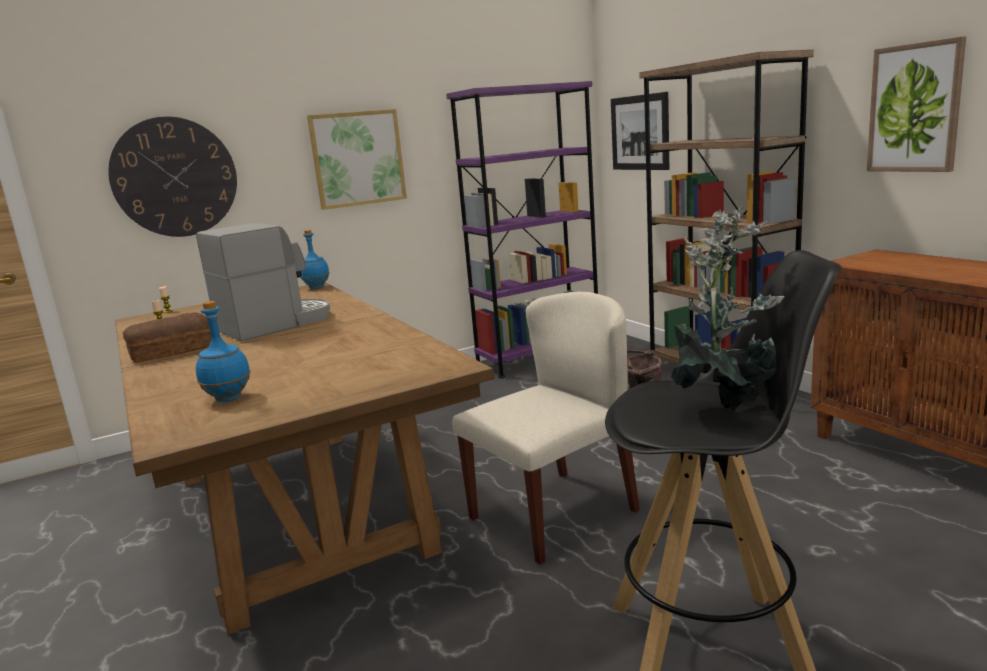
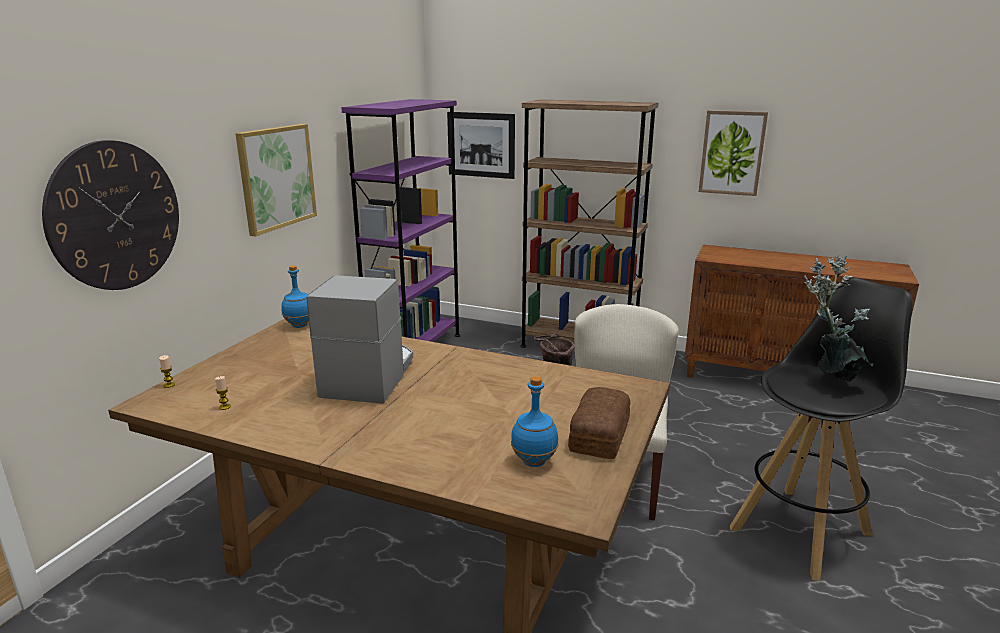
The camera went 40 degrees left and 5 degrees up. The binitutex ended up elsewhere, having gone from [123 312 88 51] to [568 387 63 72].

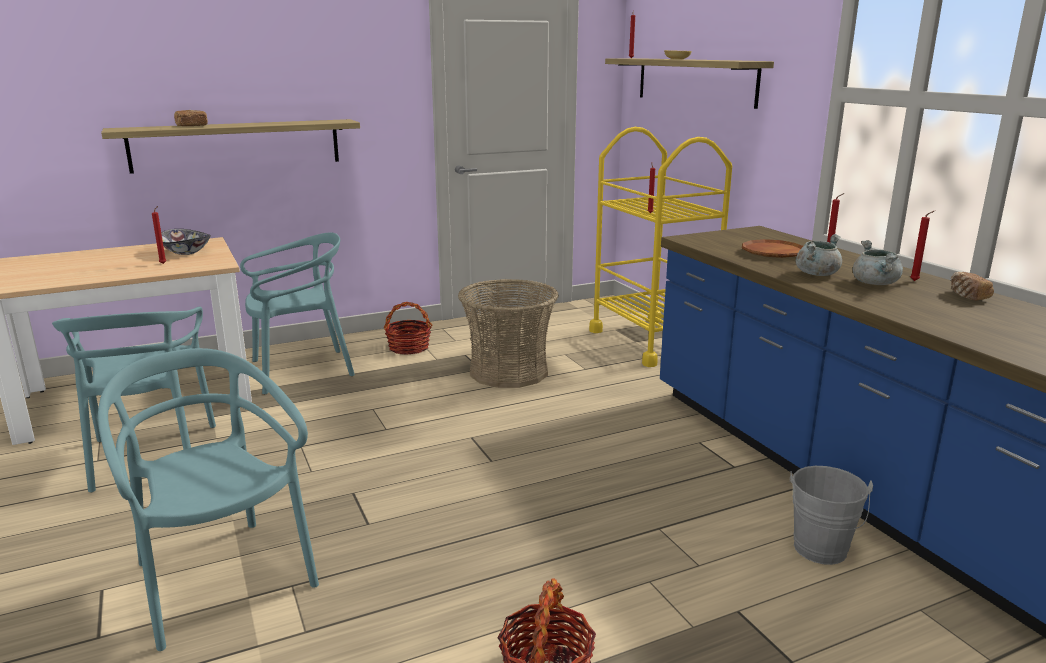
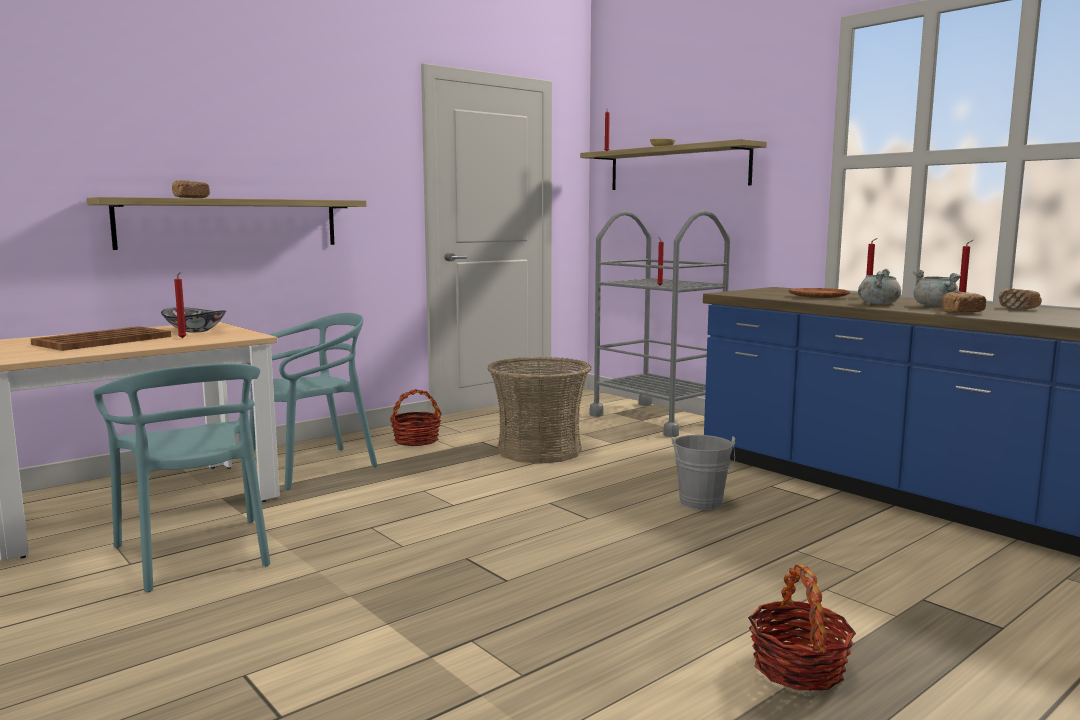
The camera went 15 degrees left and 10 degrees down. What was the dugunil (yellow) at [589 127 143 240] turned into the dugunil (grey) at [589 210 141 227]. The second view lost the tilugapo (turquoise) at [98 348 221 303]. The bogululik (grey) ended up elsewhere, having gone from [790 466 83 99] to [671 435 64 75]. The second view gained the binitutex at [941 291 45 22]. The second view gained the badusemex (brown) at [31 326 140 25].

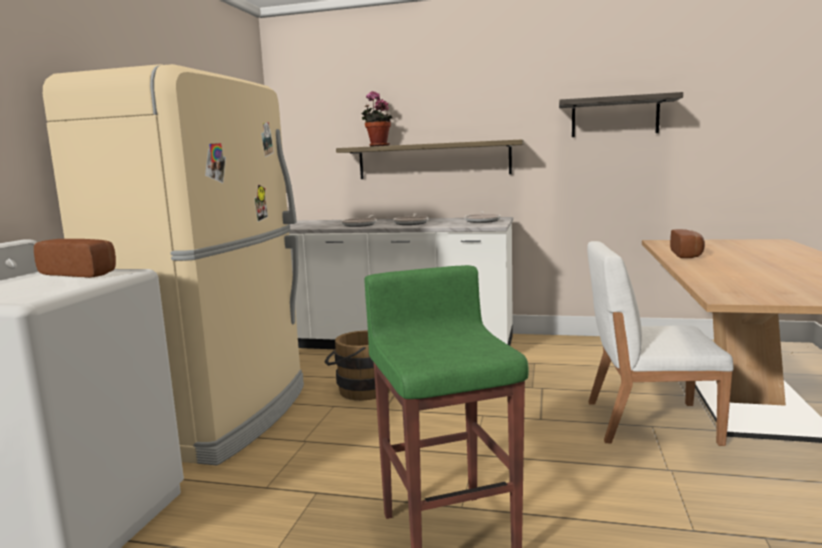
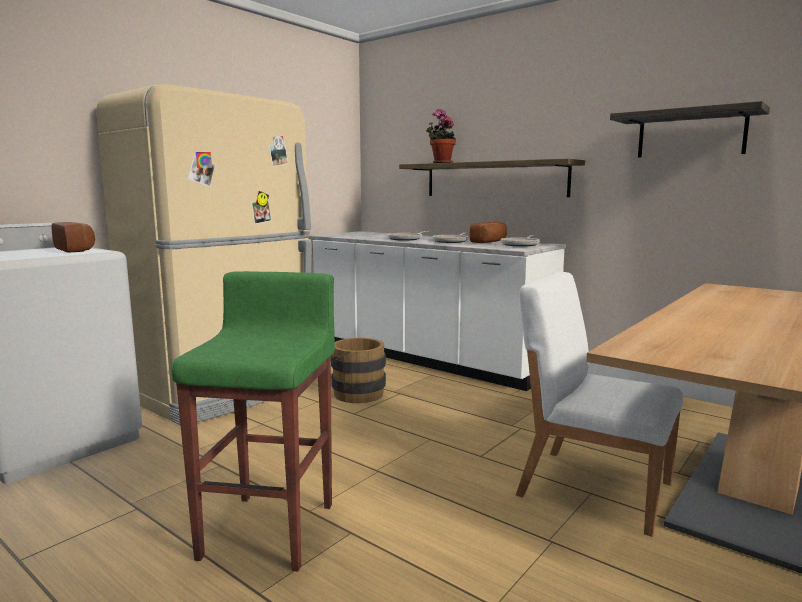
The camera went 25 degrees right and 0 degrees up. The binitutex ended up elsewhere, having gone from [670 229 35 29] to [470 222 37 21].

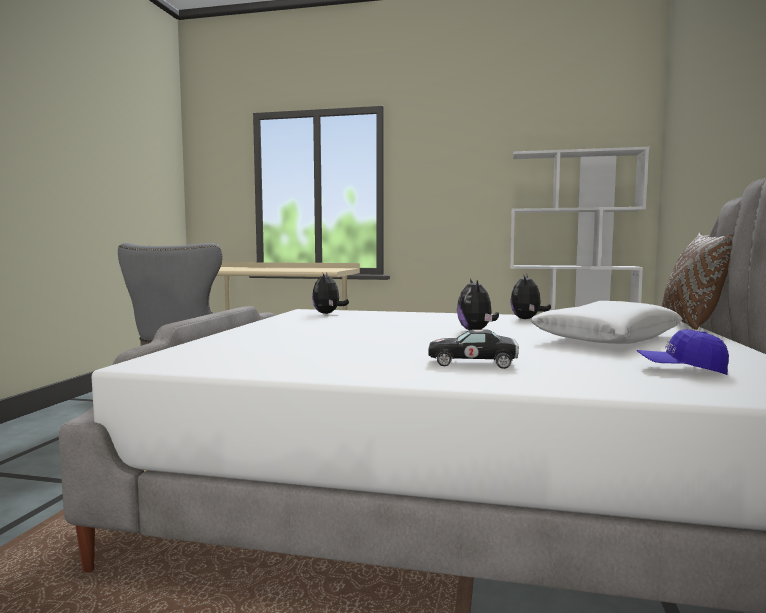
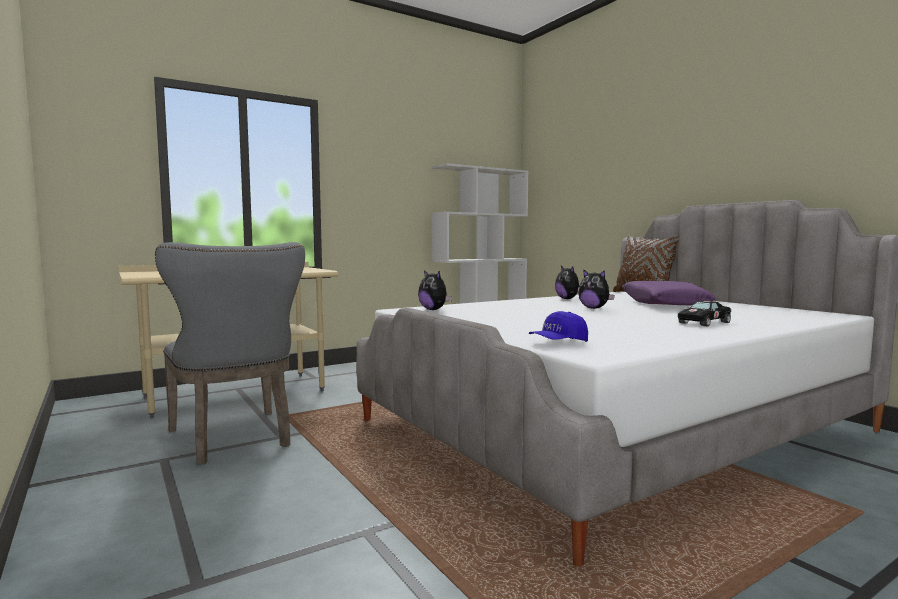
The camera went 45 degrees left and 0 degrees up. What was the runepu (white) at [530 301 153 43] turned into the runepu (purple) at [622 281 94 24]. The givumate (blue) ended up elsewhere, having gone from [637 329 92 46] to [529 311 59 31].

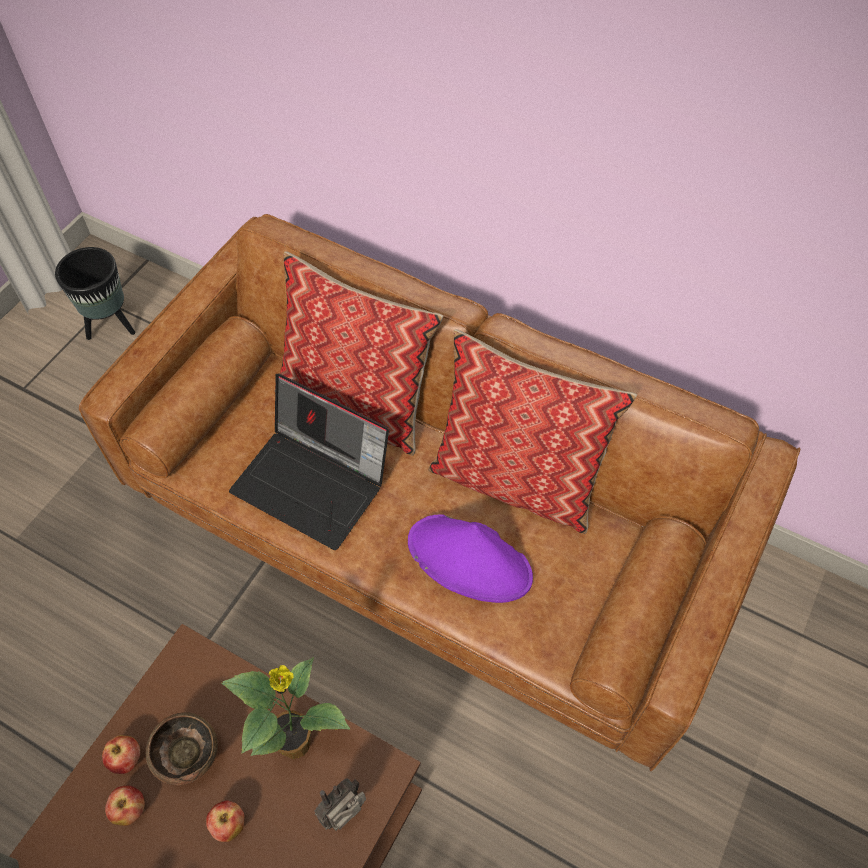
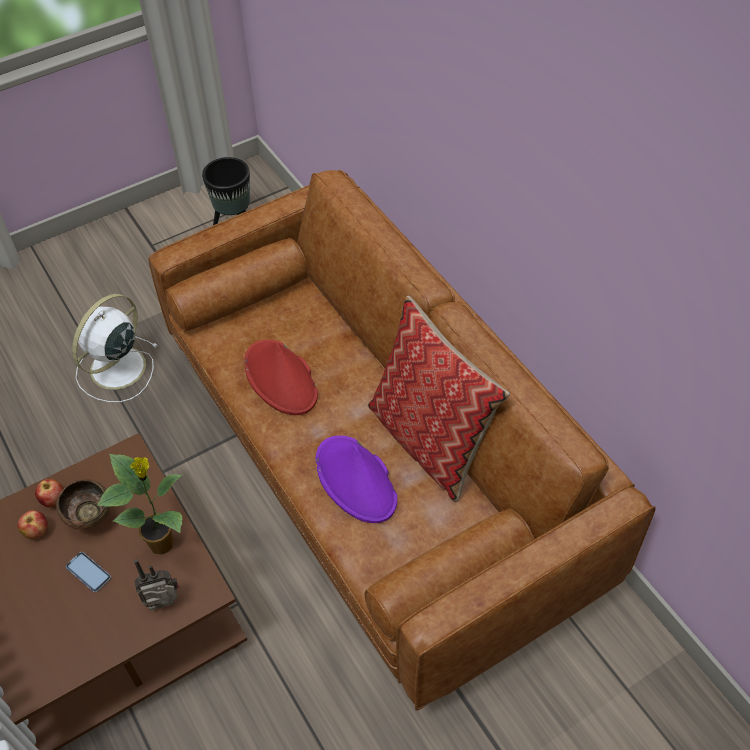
The camera went 30 degrees right and 5 degrees down. The second view lost the runepu at [280 251 164 205]. Where the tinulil stood at [229 373 160 177], the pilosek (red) came to stand at [244 340 74 75]. Where the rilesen stood at [206 801 39 41], the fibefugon came to stand at [66 552 45 40]. The second view gained the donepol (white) at [72 294 86 108].

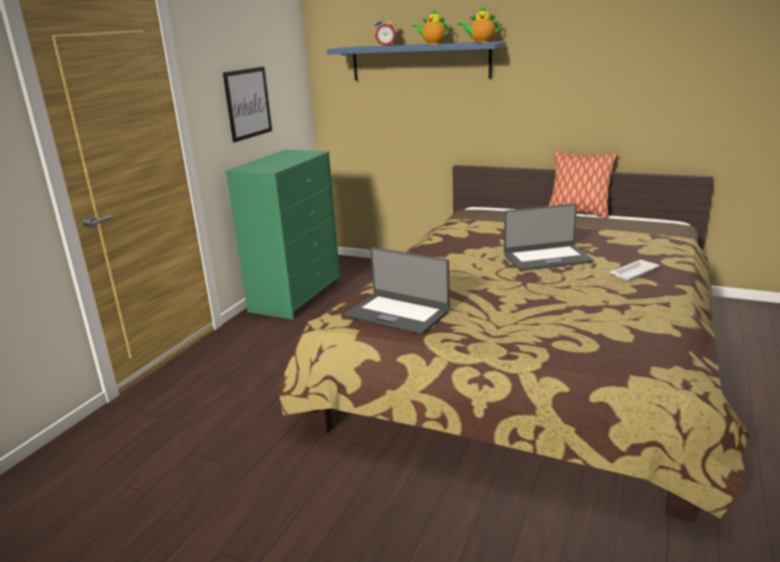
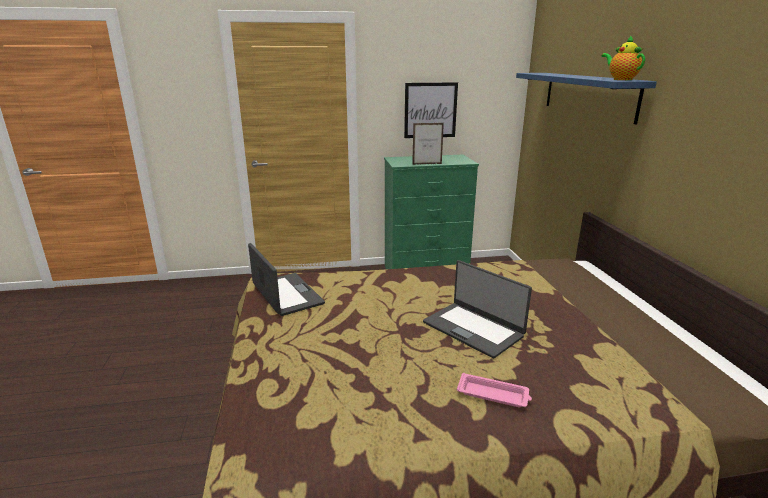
The camera went 55 degrees right and 0 degrees up. The second view lost the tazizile at [412 9 37 36]. The second view lost the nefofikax at [375 16 21 30]. The second view lost the runepu at [549 151 68 67]. The tinulil at [345 247 105 87] ended up facing another way, 150 degrees clockwise from before. What was the badusemex (white) at [610 260 49 21] turned into the badusemex (pink) at [457 373 75 34]. The second view gained the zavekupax at [412 123 32 42].

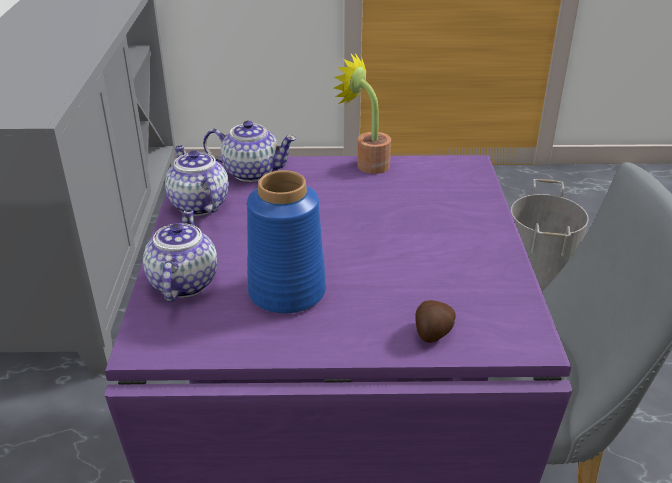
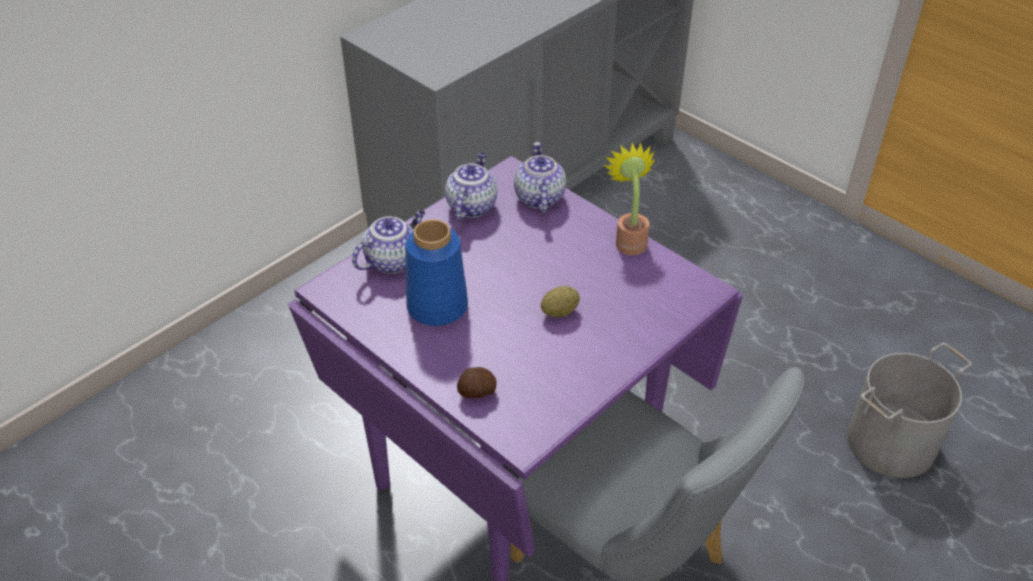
The camera went 45 degrees right and 10 degrees up. The tazizile at [203 121 94 61] ended up facing another way, 150 degrees counterclockwise from before. The second view gained the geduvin at [541 286 39 31].

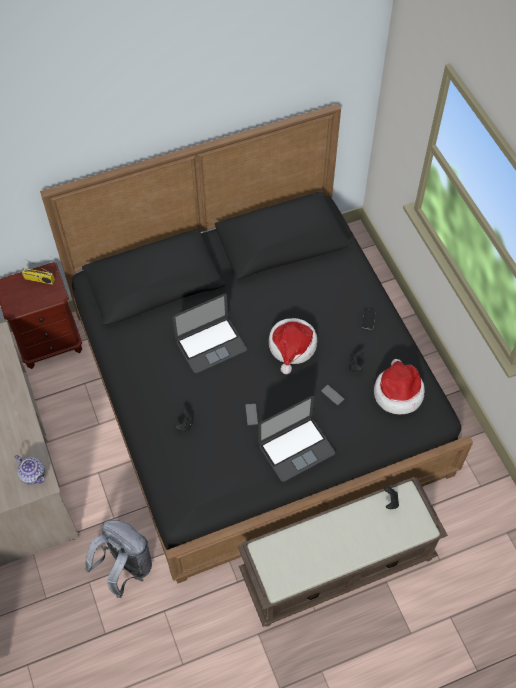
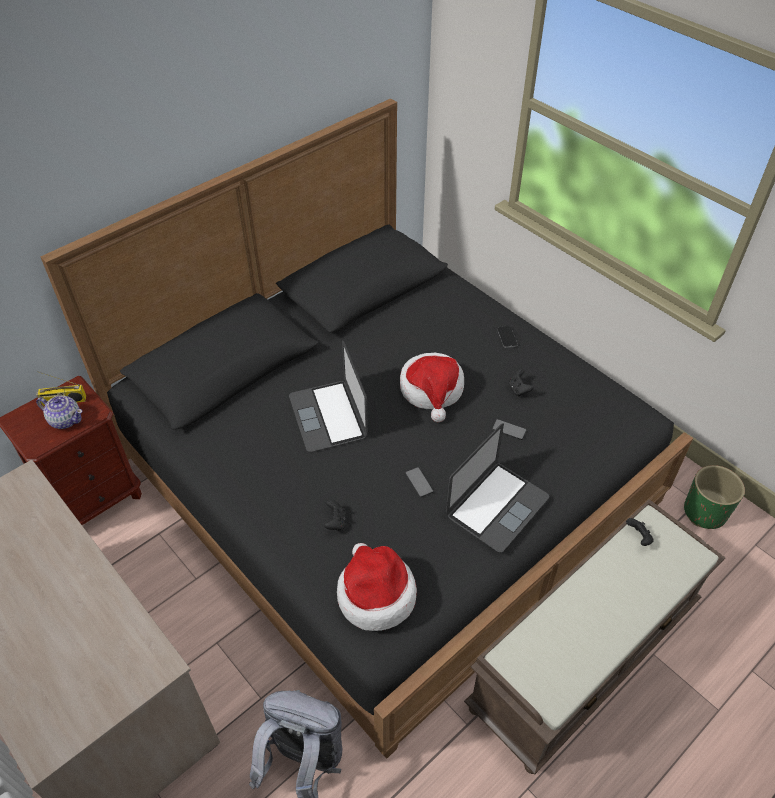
The camera went 20 degrees left and 10 degrees down. The tinulil at [172 294 75 79] ended up facing another way, 120 degrees clockwise from before. The pilosek ended up elsewhere, having gone from [374 359 51 56] to [337 543 80 88]. The tazizile ended up elsewhere, having gone from [14 455 31 30] to [36 396 46 33]. The second view gained the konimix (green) at [684 465 61 64].

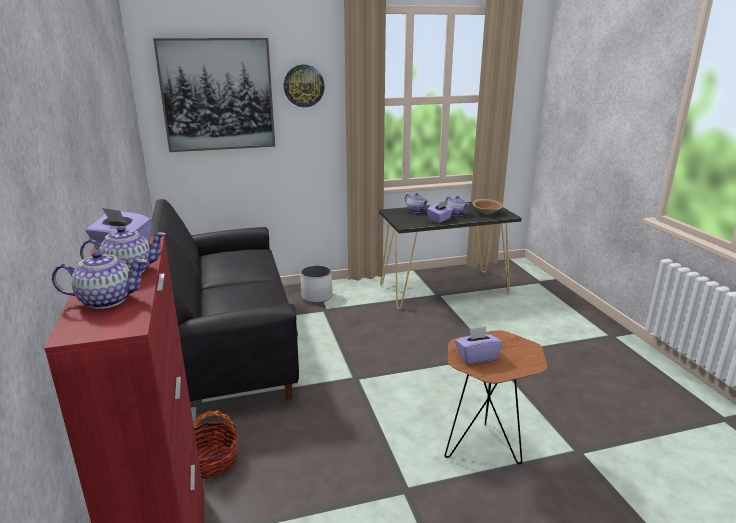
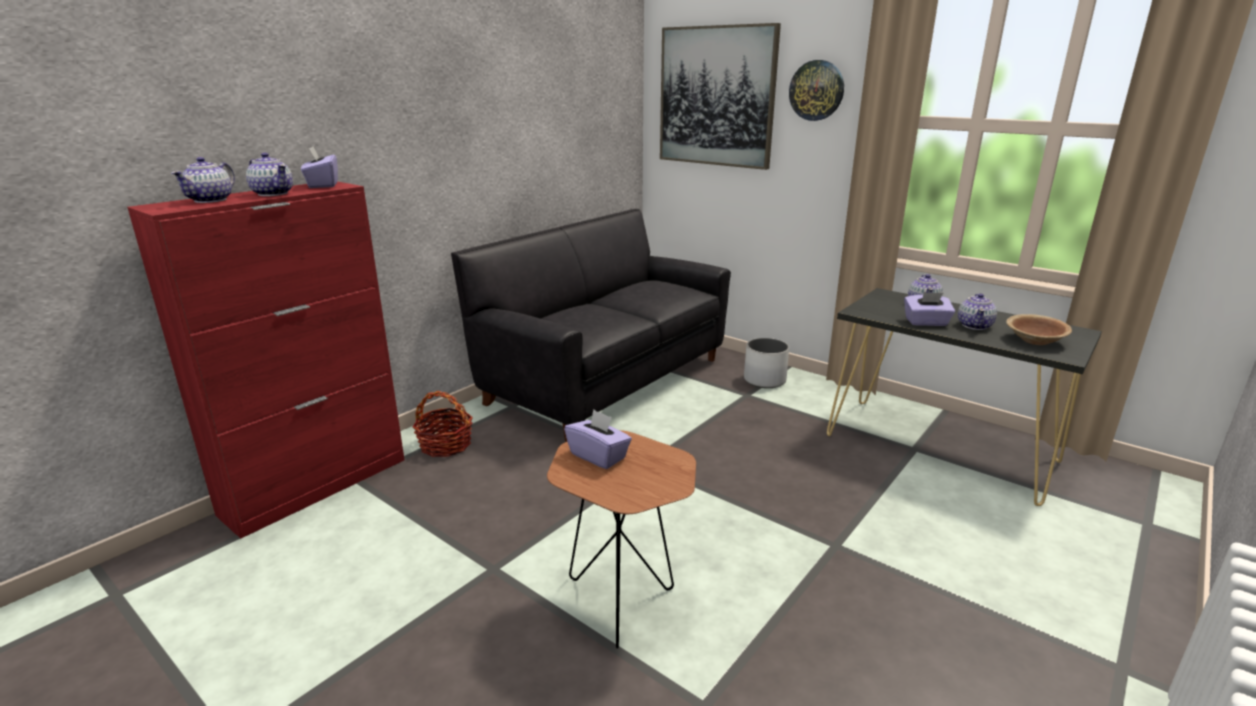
The camera went 55 degrees right and 0 degrees up. The tazizile at [52 251 96 58] ended up facing another way, 60 degrees clockwise from before.

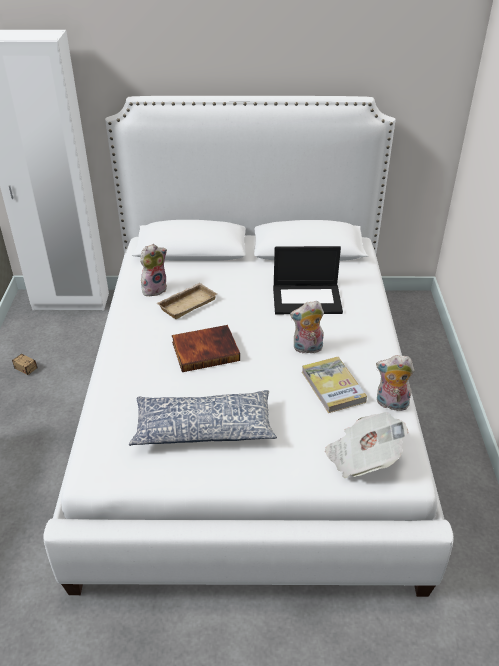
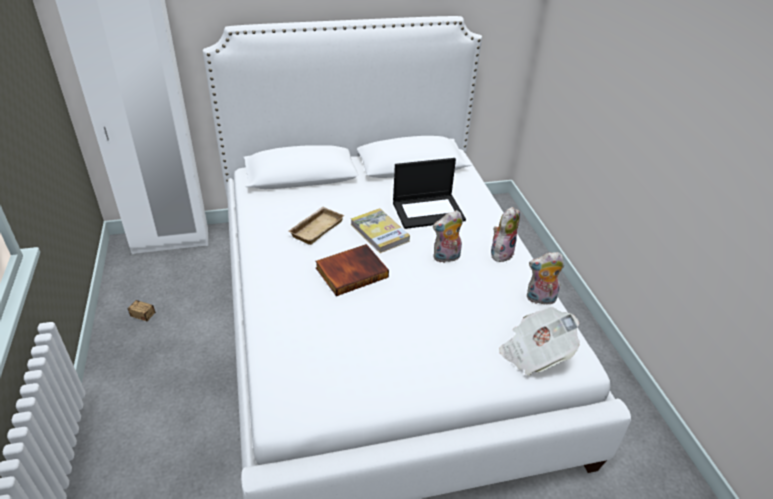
The camera went 15 degrees left and 0 degrees up. The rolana ended up elsewhere, having gone from [140 244 27 52] to [491 207 29 55]. The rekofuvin ended up elsewhere, having gone from [302 357 65 56] to [351 208 59 45]. The second view lost the runepu at [129 390 148 56].

